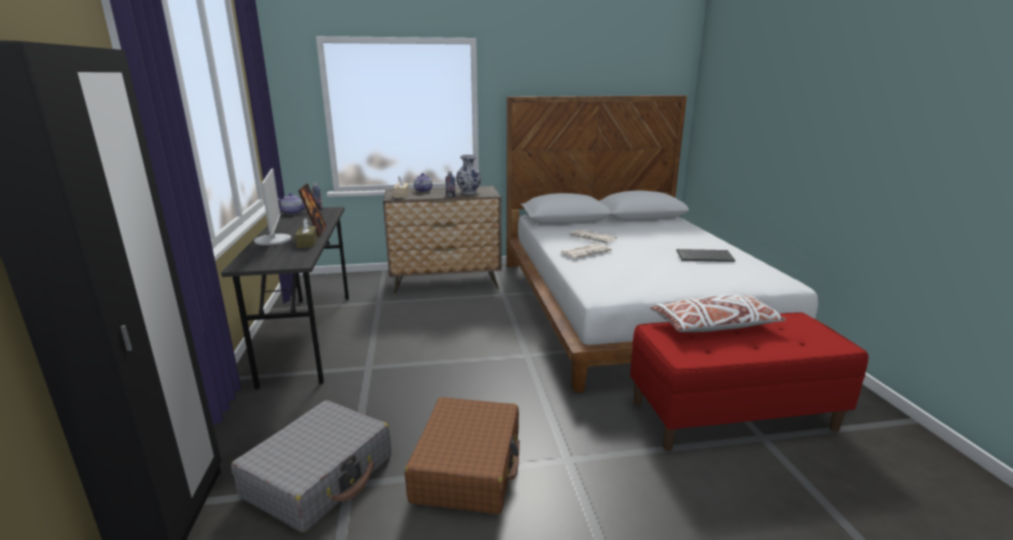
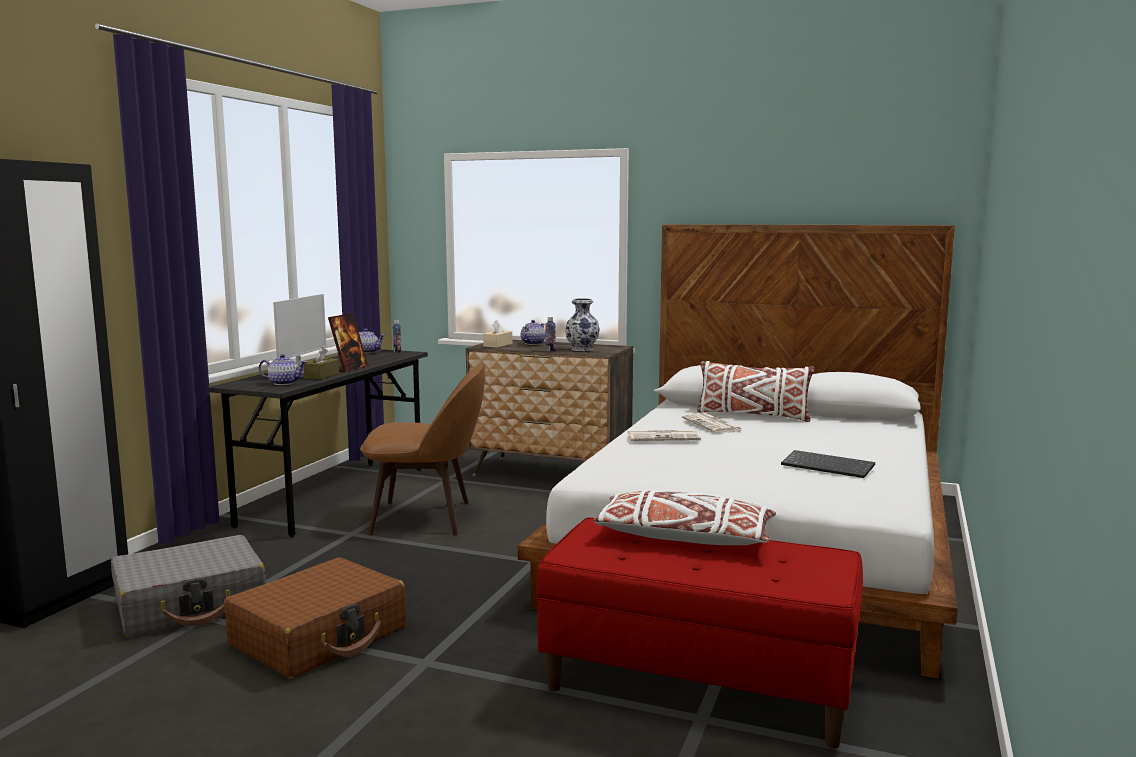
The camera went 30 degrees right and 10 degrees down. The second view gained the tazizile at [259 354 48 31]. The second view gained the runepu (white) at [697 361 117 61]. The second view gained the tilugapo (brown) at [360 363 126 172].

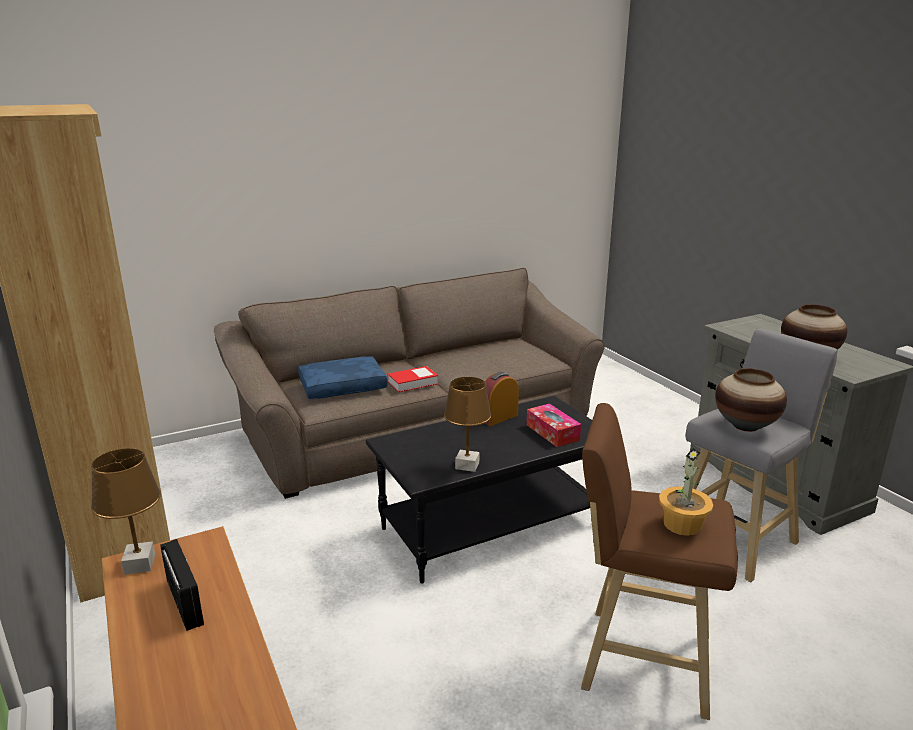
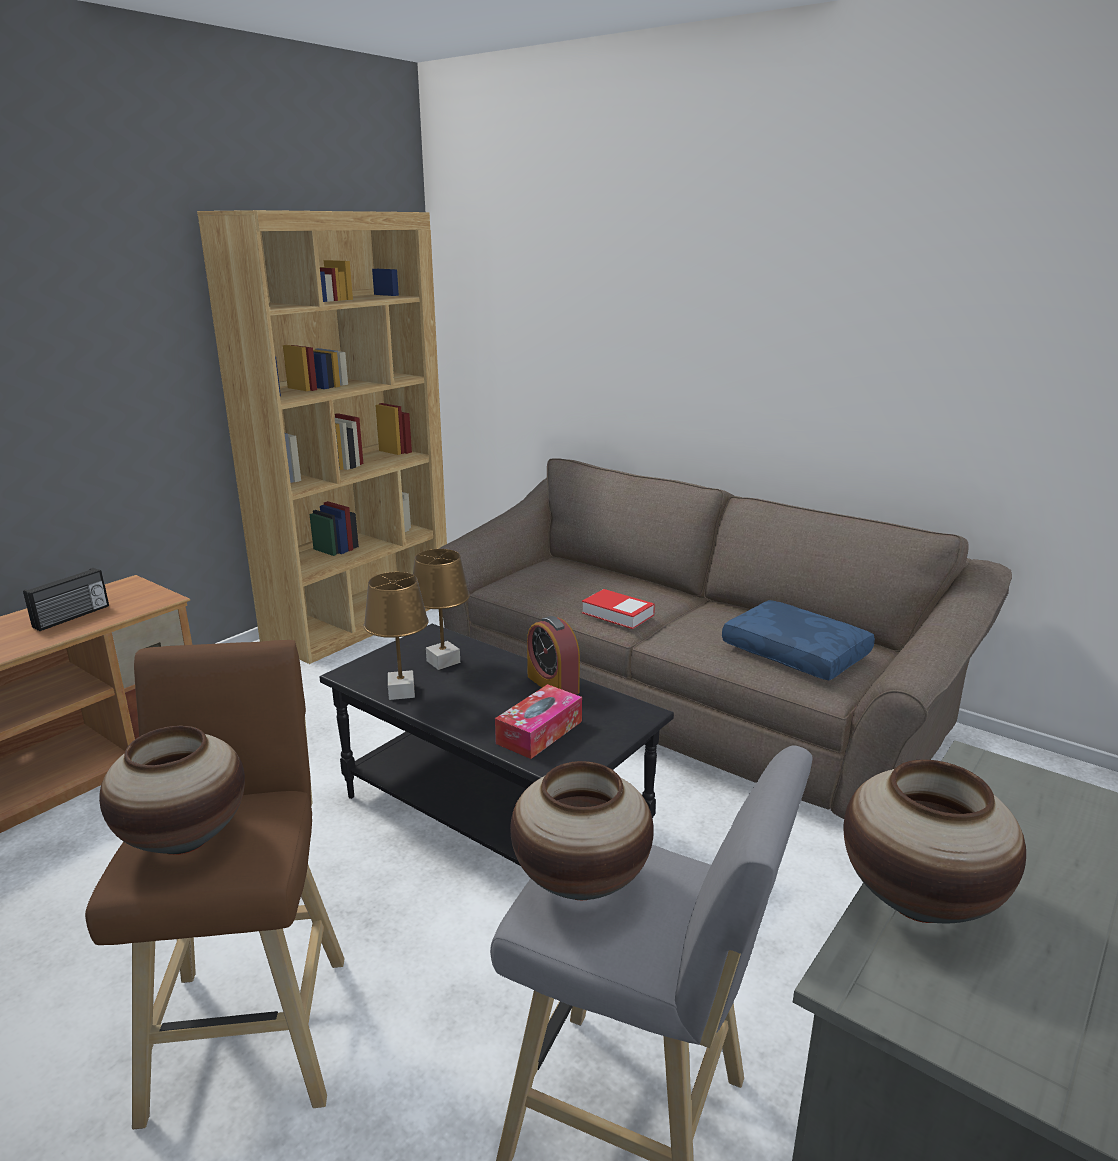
The camera went 65 degrees right and 0 degrees up. The runepu (blue) ended up elsewhere, having gone from [298 357 90 42] to [722 600 153 81]. The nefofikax at [484 372 35 54] ended up facing another way, 150 degrees counterclockwise from before. The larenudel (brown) ended up elsewhere, having gone from [91 448 70 127] to [413 549 57 121]. Where the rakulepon stood at [659 448 54 88], the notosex came to stand at [99 726 146 129].

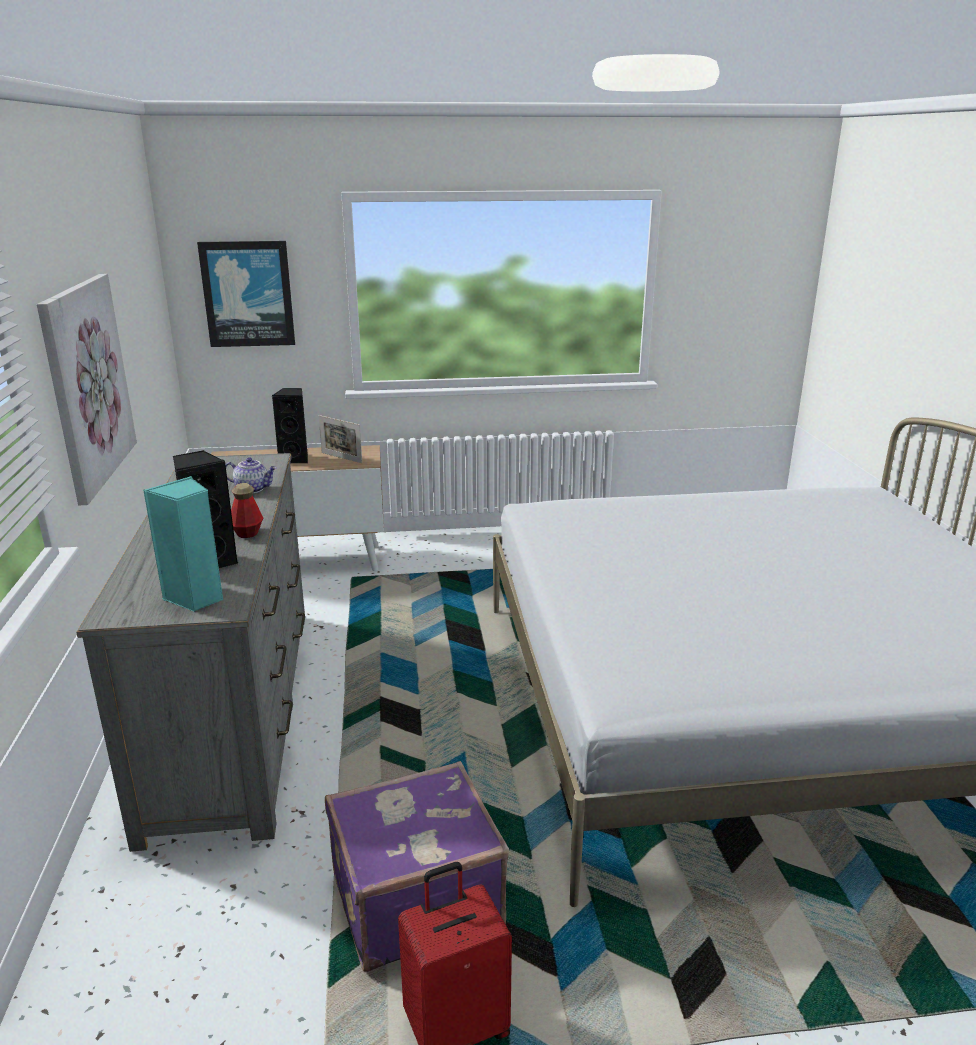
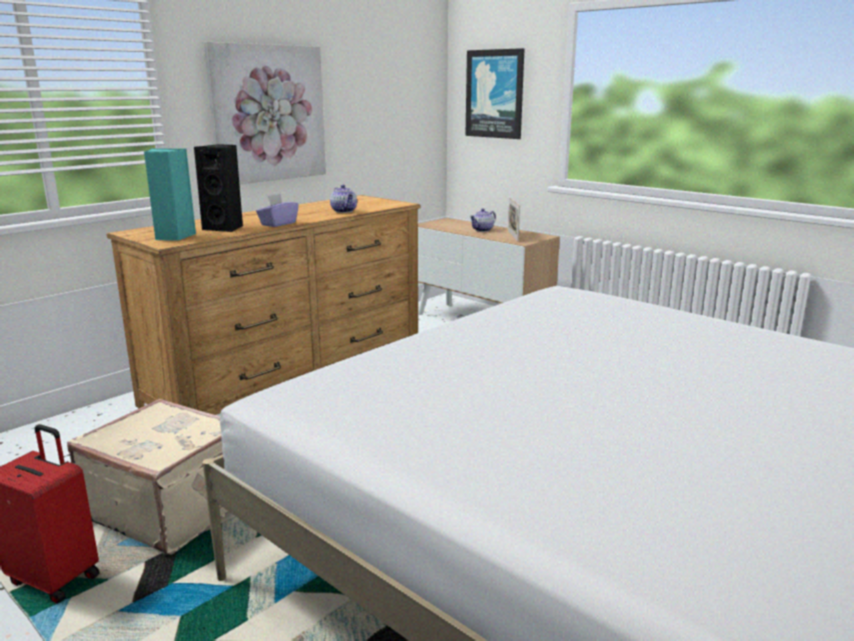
The camera went 50 degrees right and 5 degrees down. Where the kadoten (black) stood at [272 388 36 75], the tazizile came to stand at [470 209 26 23]. What was the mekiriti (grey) at [76 453 229 399] turned into the mekiriti (brown) at [107 195 313 220]. Where the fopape stood at [231 483 32 55], the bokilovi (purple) came to stand at [256 194 43 33]. What was the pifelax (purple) at [325 761 184 211] turned into the pifelax (beige) at [67 399 163 156].

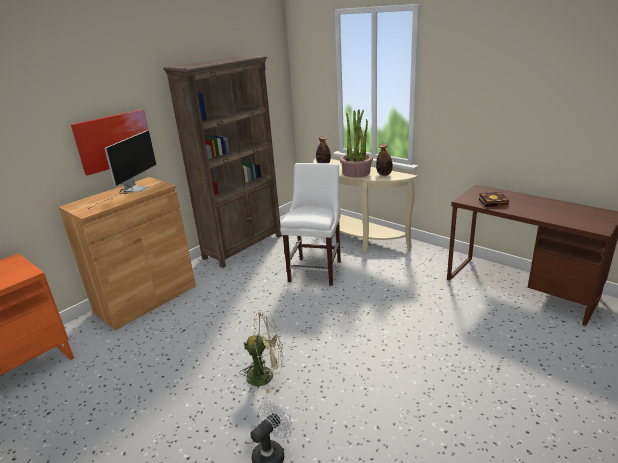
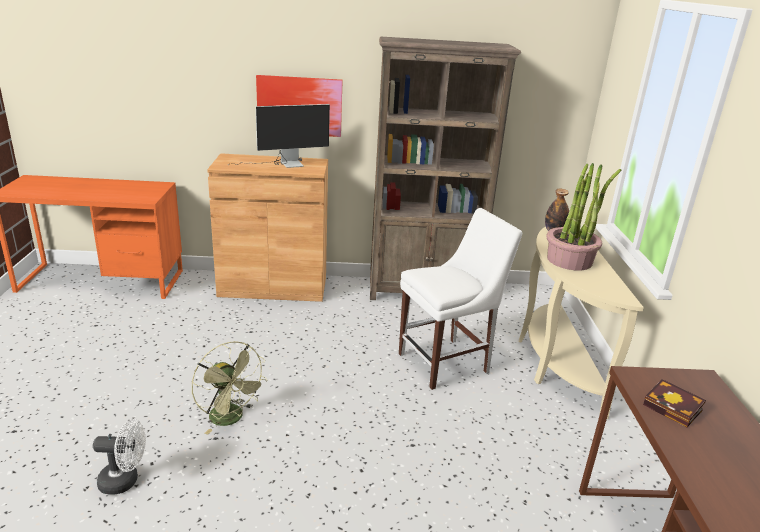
The camera went 45 degrees right and 0 degrees up. The second view lost the fopape at [376 143 17 33].

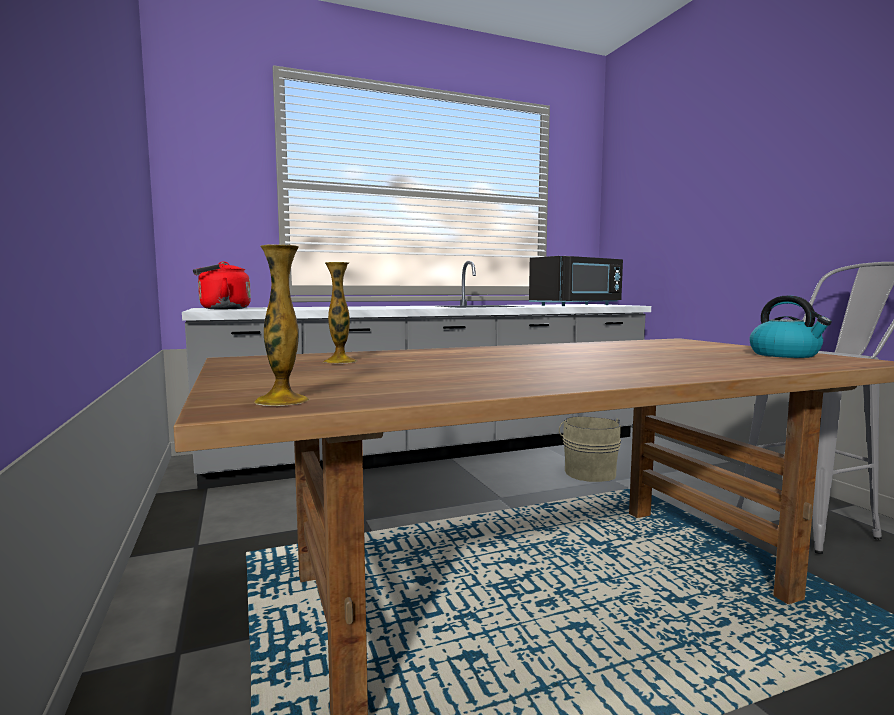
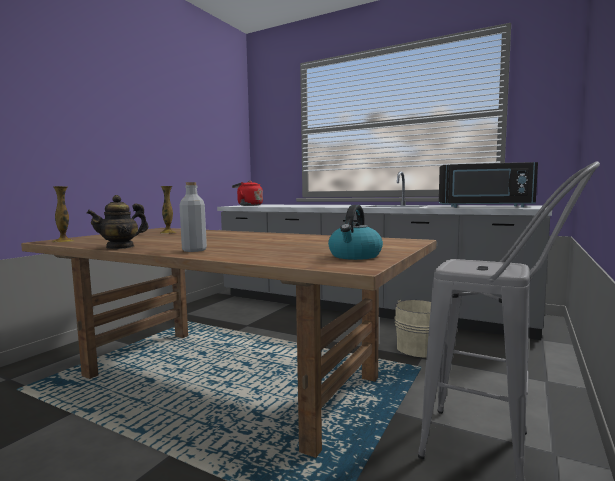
The camera went 50 degrees right and 0 degrees up. The second view gained the fopape (grey) at [179 182 28 70]. The second view gained the tazizile at [87 195 61 54].

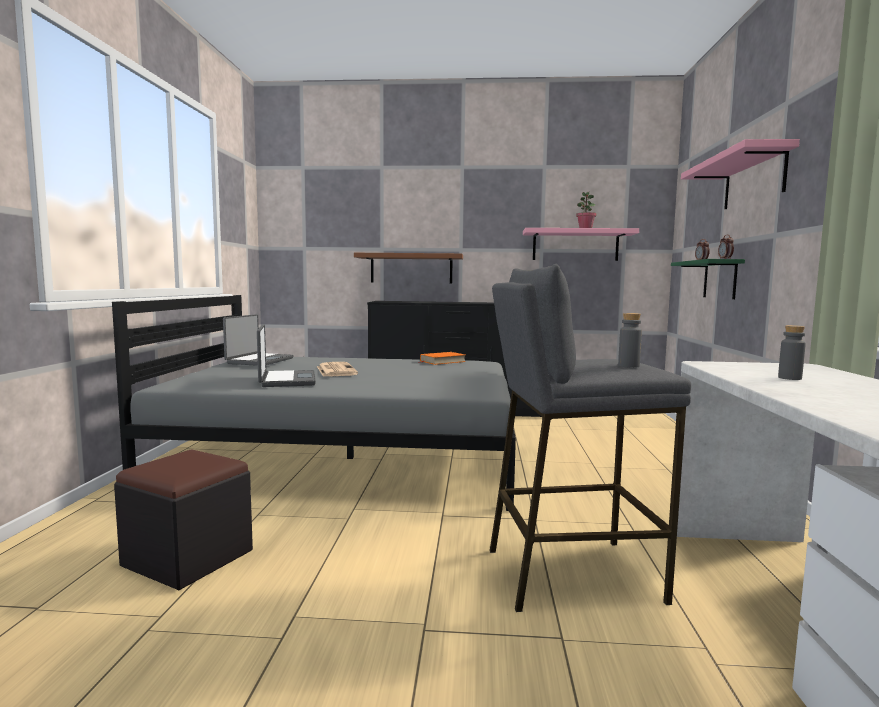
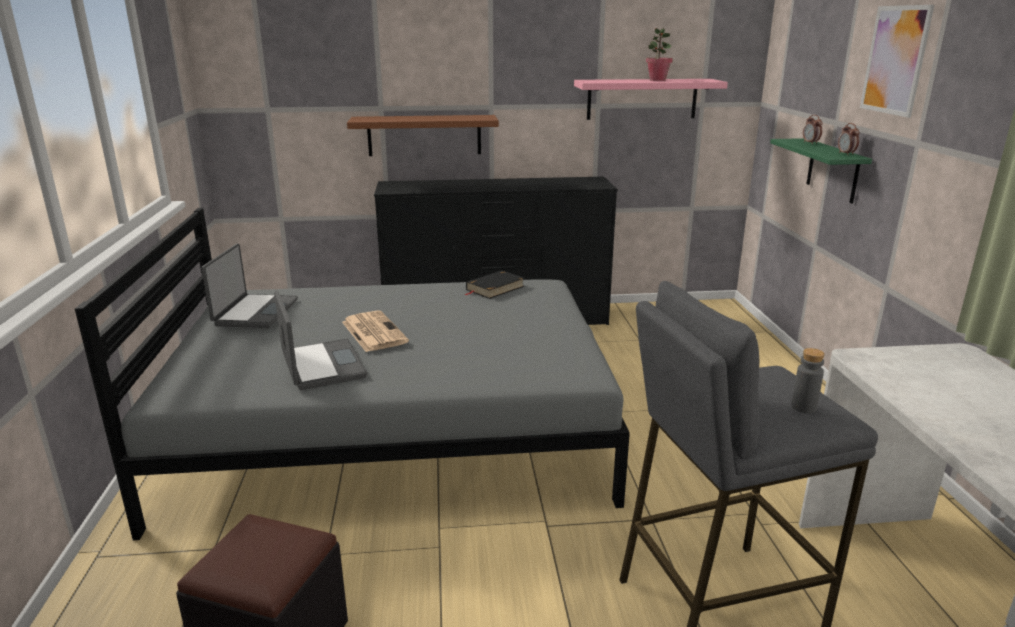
The camera went 10 degrees left and 15 degrees up. Where the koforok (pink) hung at [681 139 119 70], the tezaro came to hang at [860 5 74 113]. The second view lost the fopape (grey) at [778 325 28 55]. What was the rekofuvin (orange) at [417 352 49 13] turned into the rekofuvin (black) at [465 270 60 29].

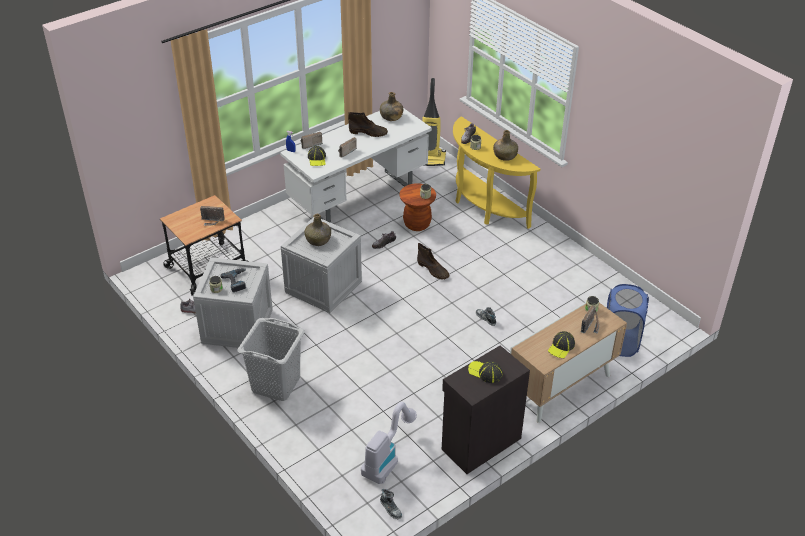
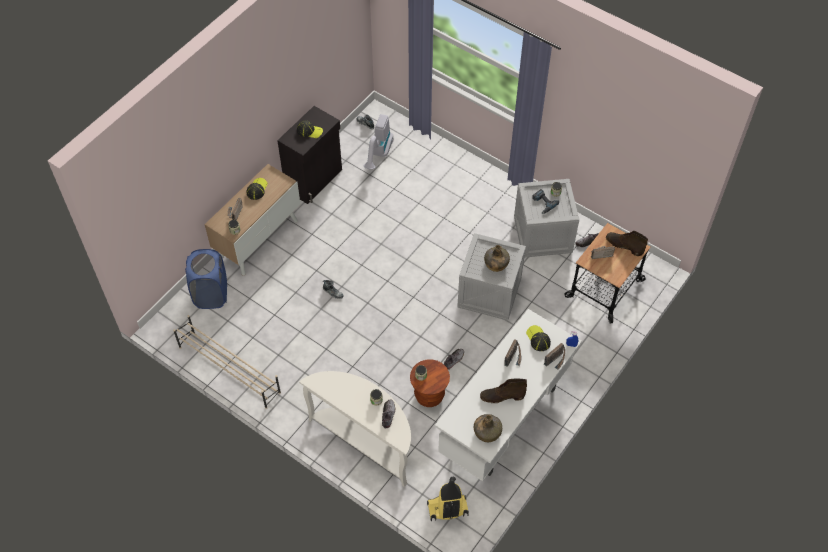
The camera went 165 degrees right and 15 degrees up. What was the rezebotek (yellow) at [453 116 87 113] turned into the rezebotek (white) at [299 371 112 116]. The second view lost the fopape (green) at [493 130 25 31]. The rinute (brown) ended up elsewhere, having gone from [417 243 33 37] to [606 231 42 25]. The second view lost the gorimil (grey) at [238 318 67 83]. The second view gained the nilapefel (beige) at [173 315 108 94].

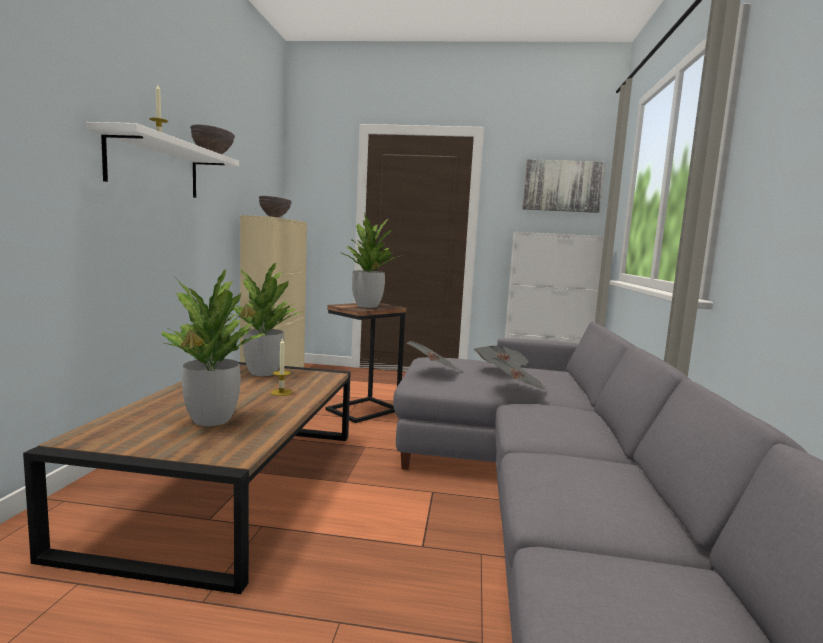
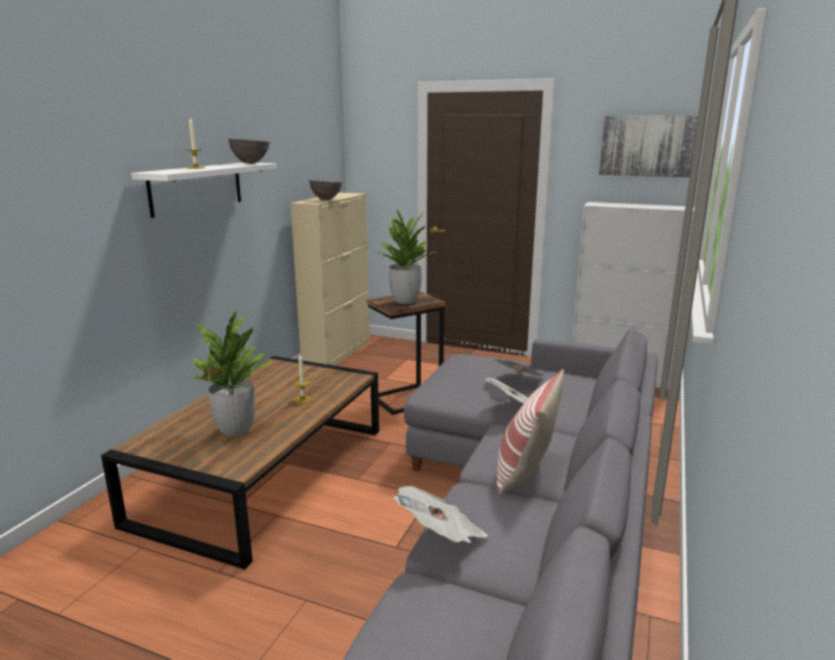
The camera went 15 degrees right and 10 degrees up. The second view lost the rakulepon at [230 263 72 113]. The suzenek ended up elsewhere, having gone from [407 341 56 30] to [393 486 95 57]. The second view gained the runepu at [497 369 67 127].

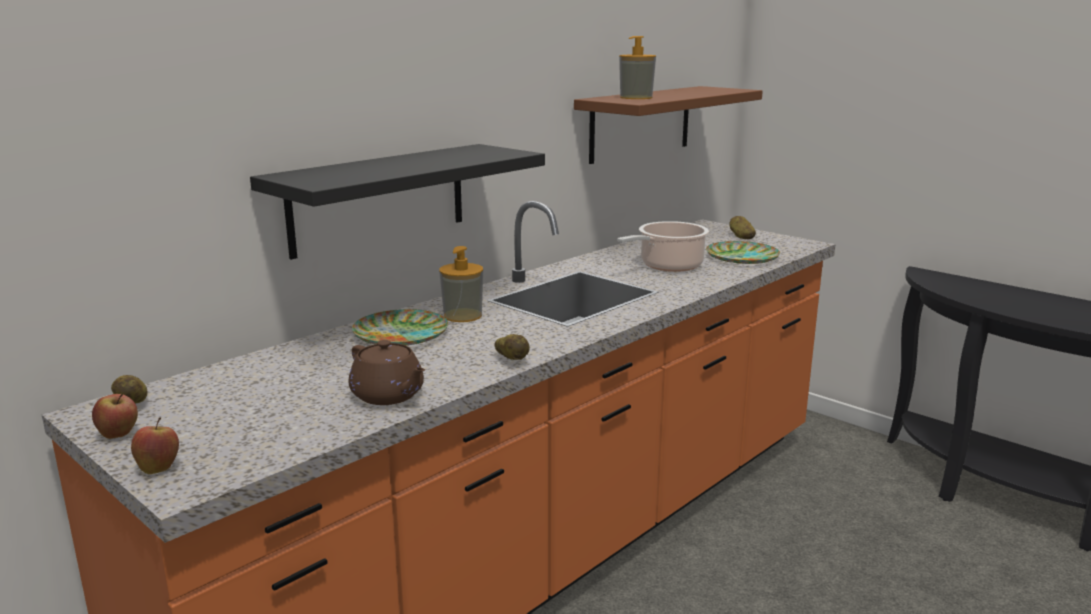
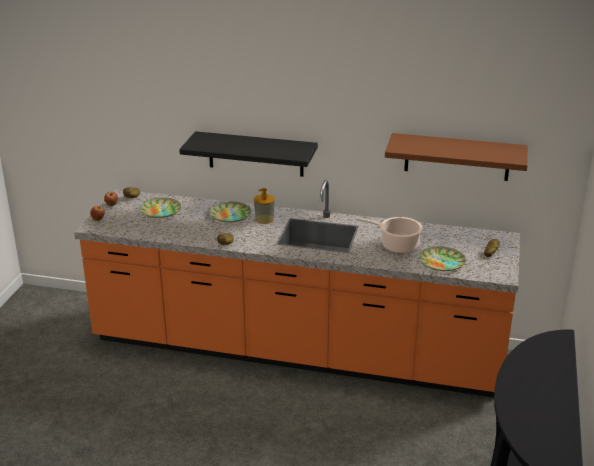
The camera went 60 degrees right and 10 degrees up. The second view lost the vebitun at [619 36 37 63]. The second view lost the tazizile (brown) at [349 340 76 65]. The second view gained the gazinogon at [139 198 42 20].

